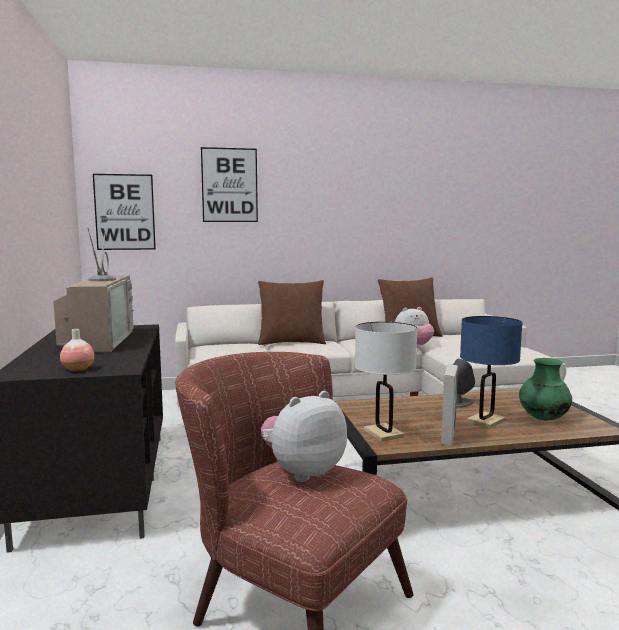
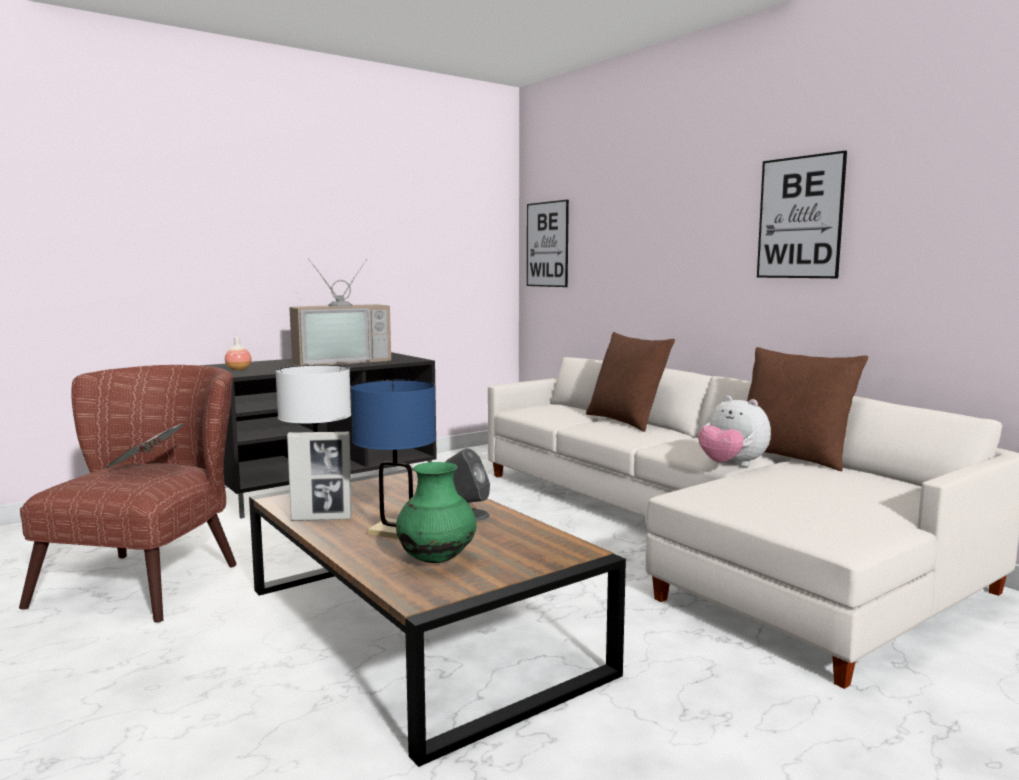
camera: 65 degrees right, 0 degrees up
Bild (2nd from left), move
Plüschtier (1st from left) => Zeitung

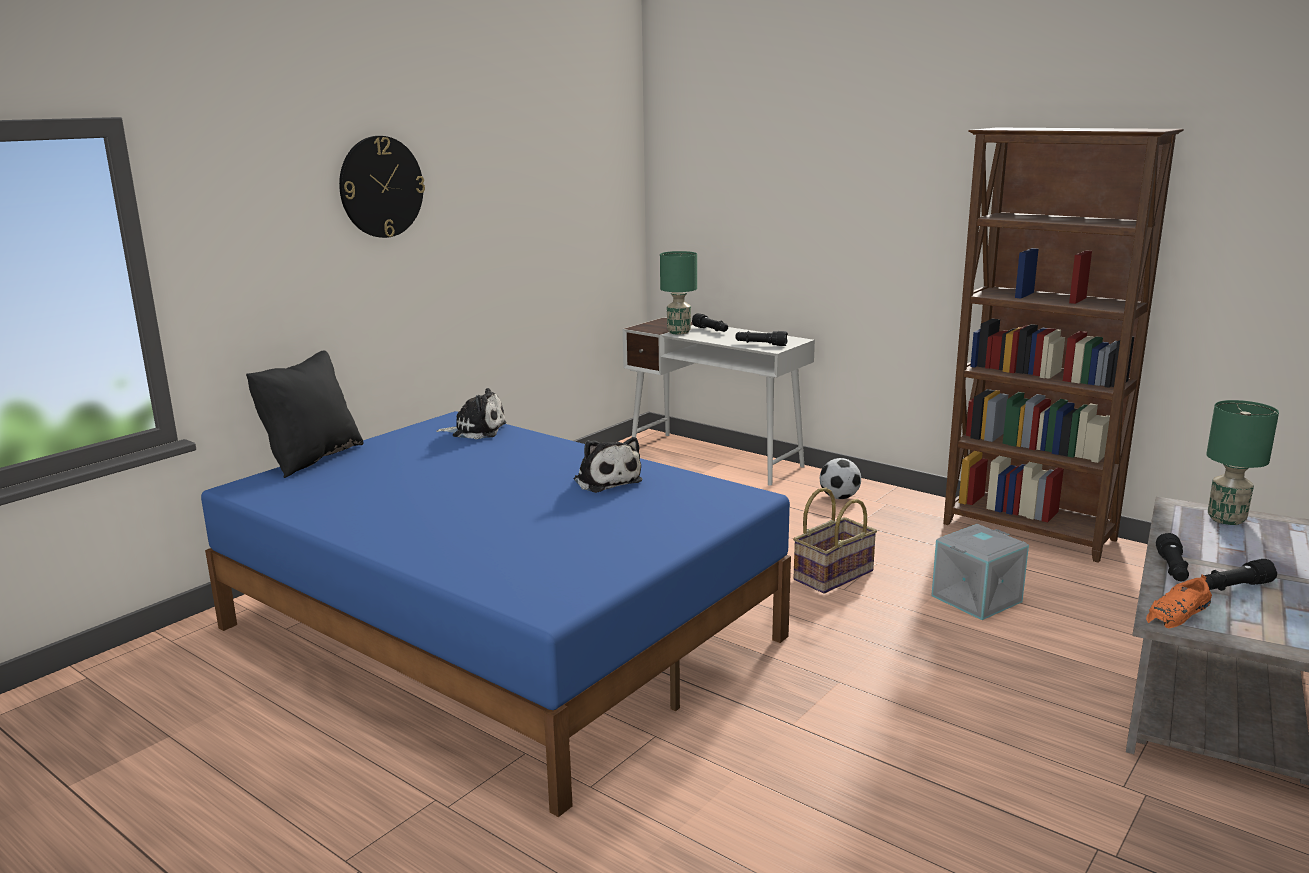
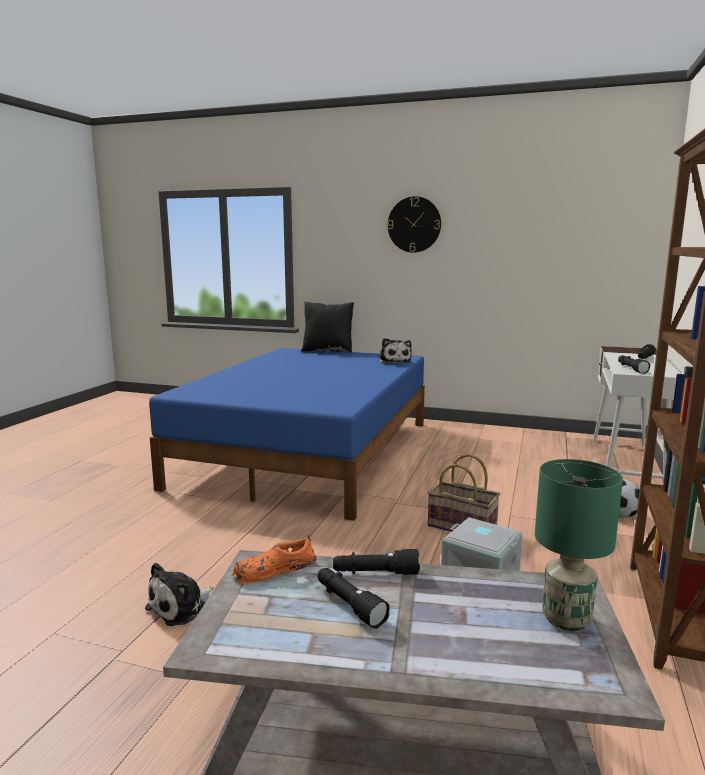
camera: 70 degrees right, 5 degrees down
Plüschtier (2nd from left in the first image) => Plüschtier (1st from left), move
Tischlampe (grün) (1st from left) => nothing
Schuh (orange), 60 degrees counterclockwise

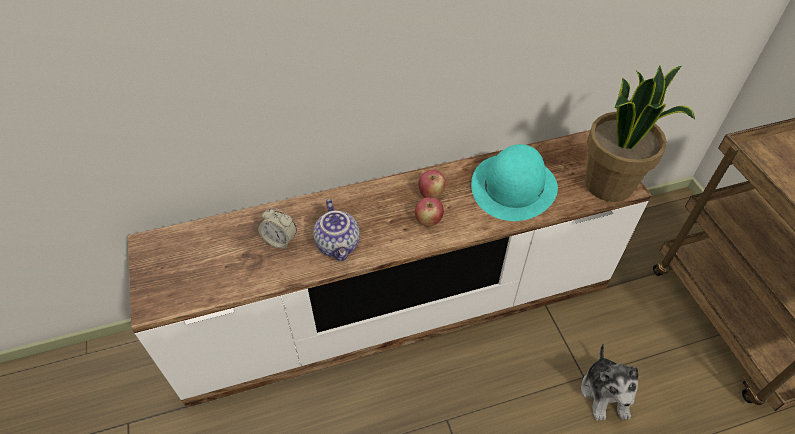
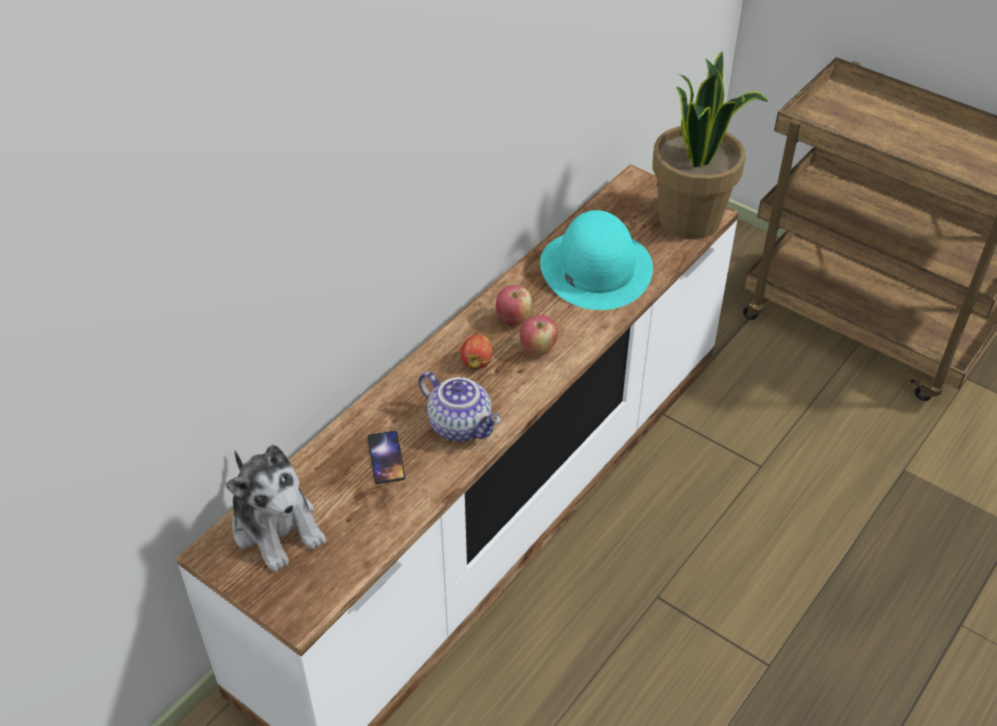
camera: 35 degrees left, 5 degrees down
Wecker => Handy
Plüschtier, move
nothing => Apfel (1st from left)

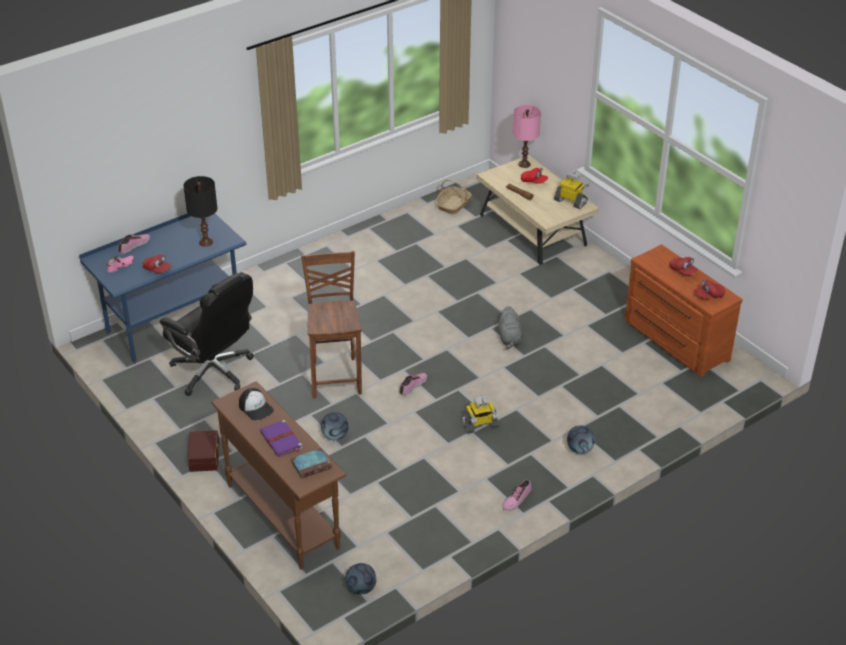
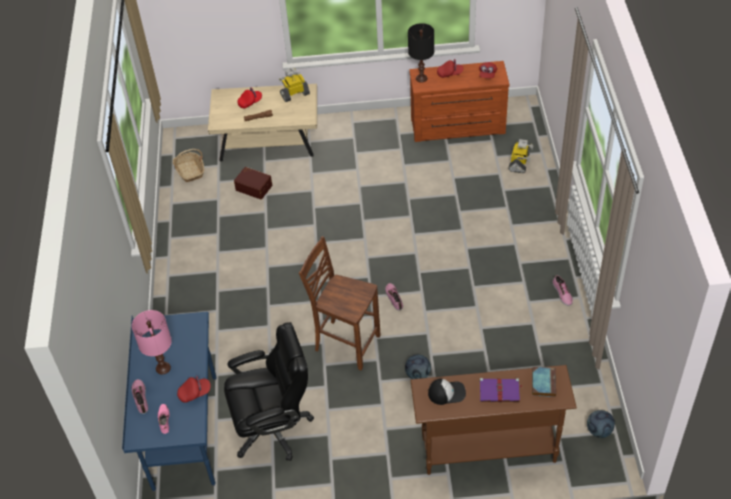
camera: 55 degrees left, 10 degrees up
Tischlampe (schwarz), move
Aufbewahrungsbox (braun), move
Spielzeugroboter (1st from left in the first image) => Spielzeugroboter (2nd from left), move
Plüschtier (grau) => nothing
Tischlampe (rosa), move
Fußball (3rd from left) => nothing

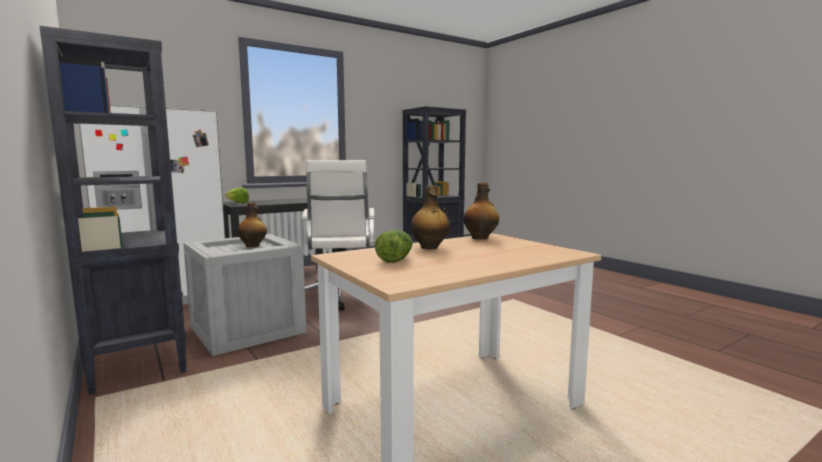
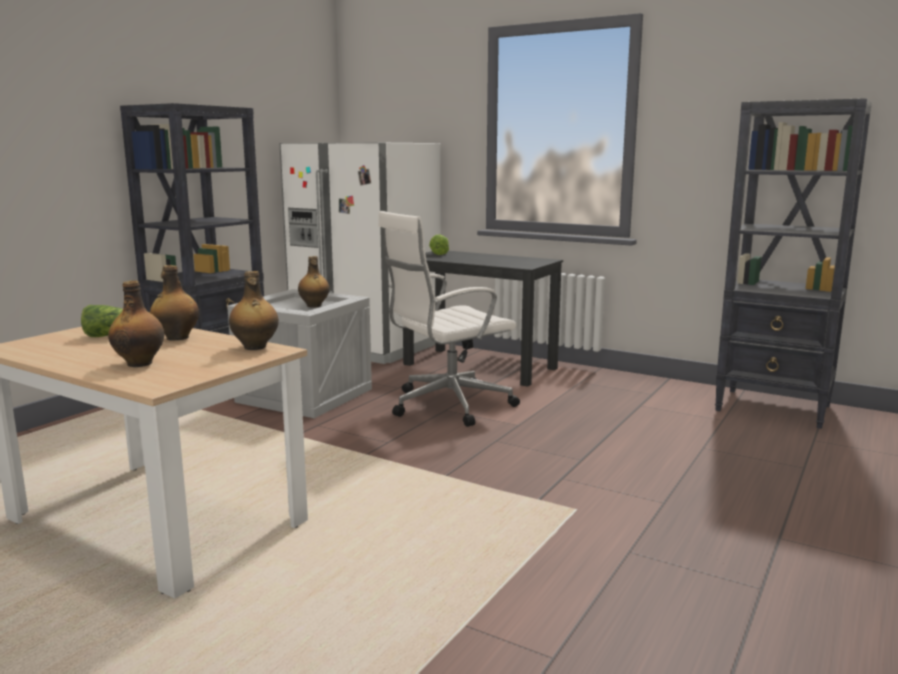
camera: 65 degrees right, 5 degrees up
nothing => Flasche (1st from left)

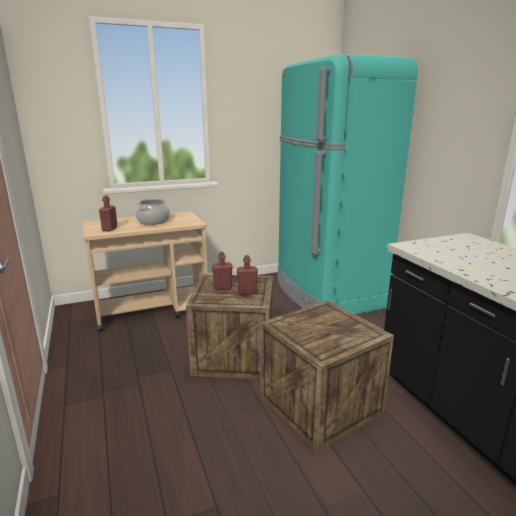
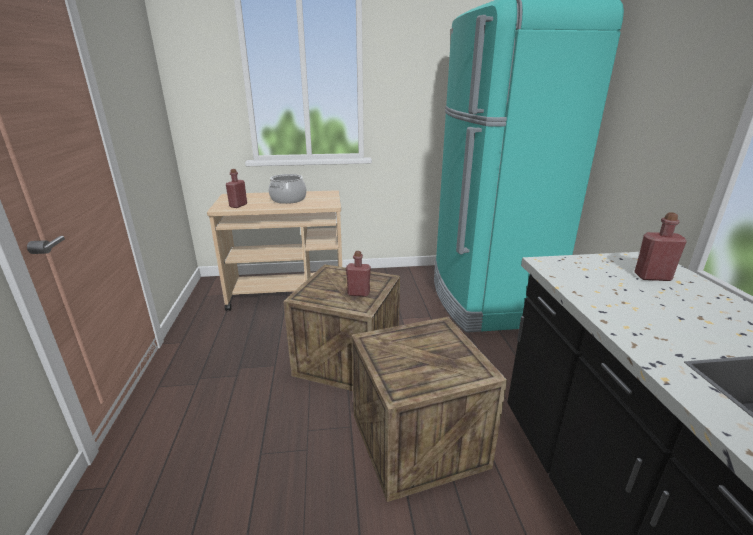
camera: 15 degrees right, 5 degrees up
Flasche (rot) (2nd from left in the first image) => Flasche (rot) (3rd from left), move

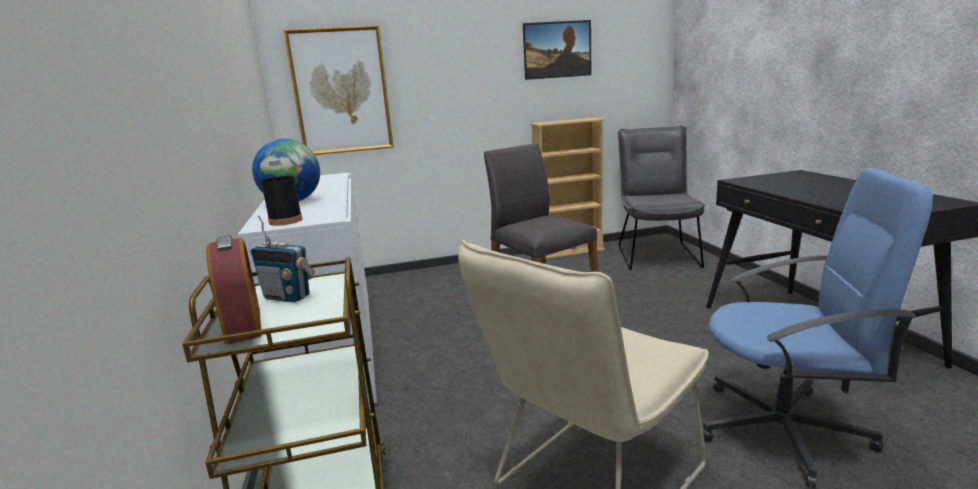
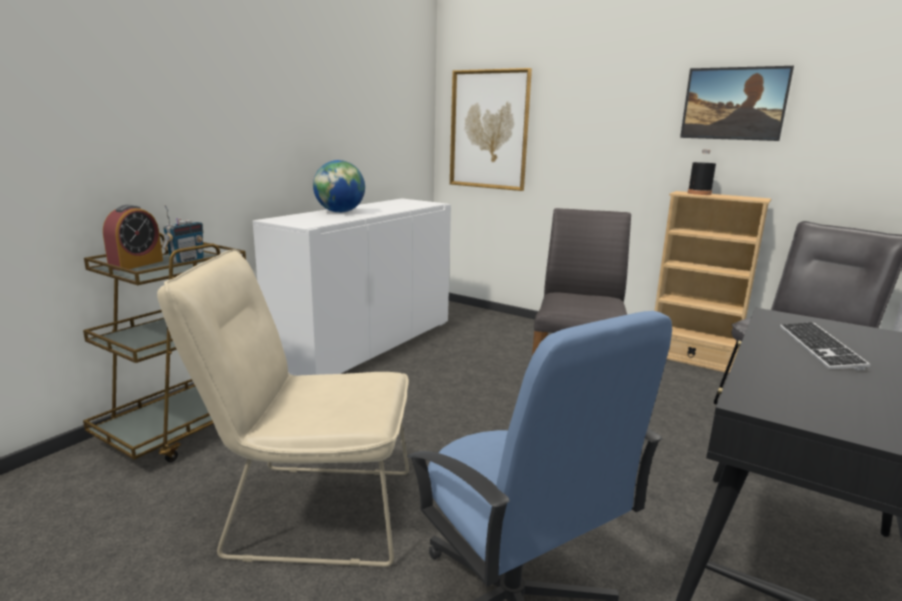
camera: 45 degrees right, 0 degrees up
Radio, 135 degrees counterclockwise
Flasche (schwarz), move
nothing => Tastatur

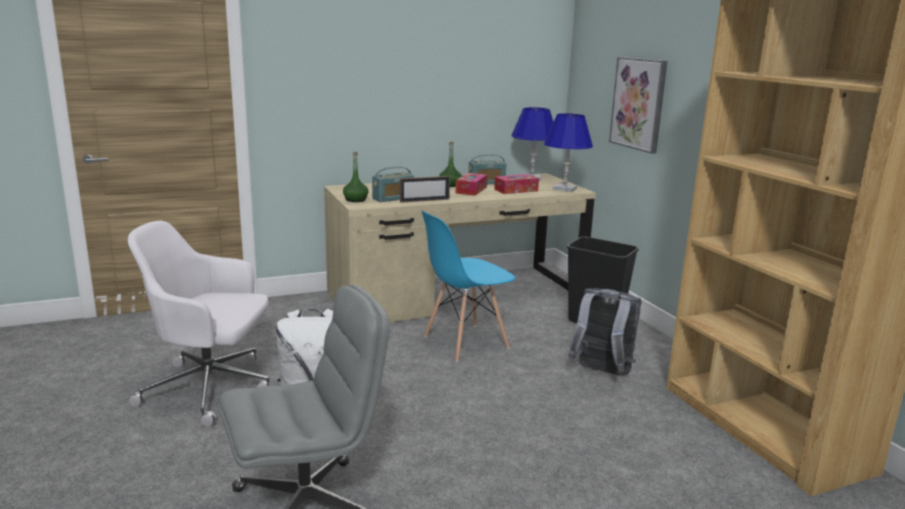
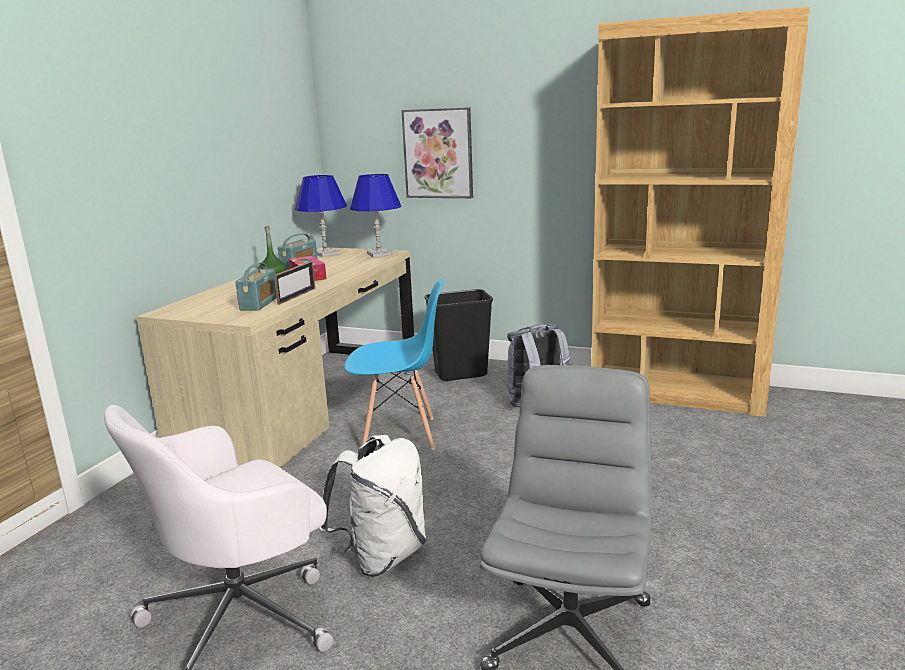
camera: 45 degrees left, 0 degrees up
Flasche (grün) (1st from left) => nothing
Stuhl (blau), 105 degrees counterclockwise
Taschentuchbox (2nd from left) => nothing

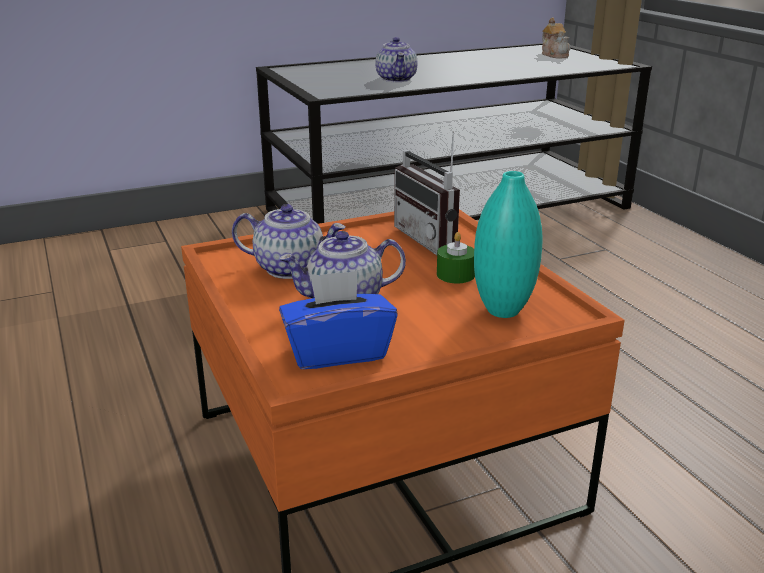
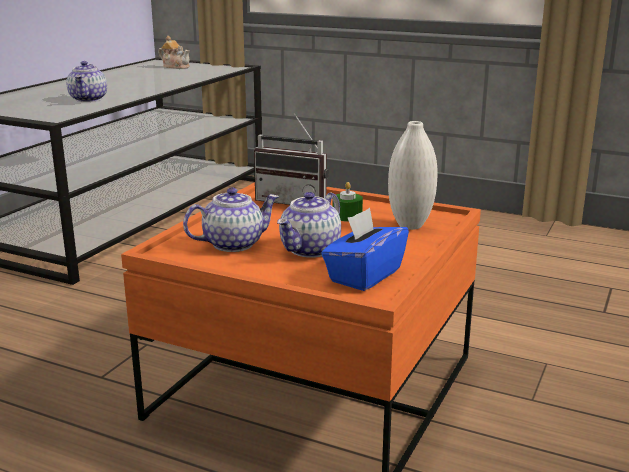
camera: 40 degrees left, 5 degrees down
Teekanne (3rd from left in the first image) => Teekanne (1st from left), 45 degrees clockwise
Vase (türkis) => Vase (weiß)

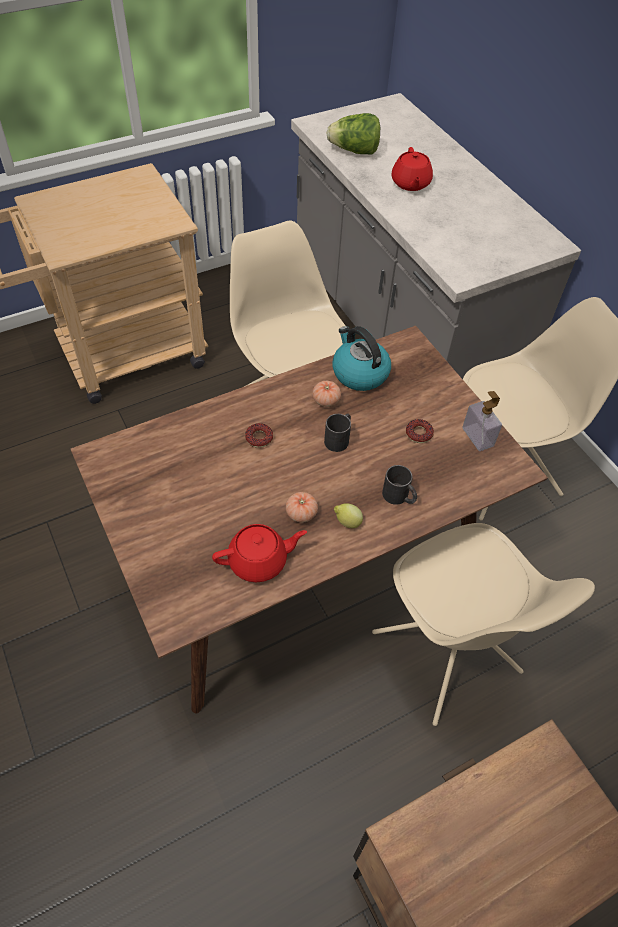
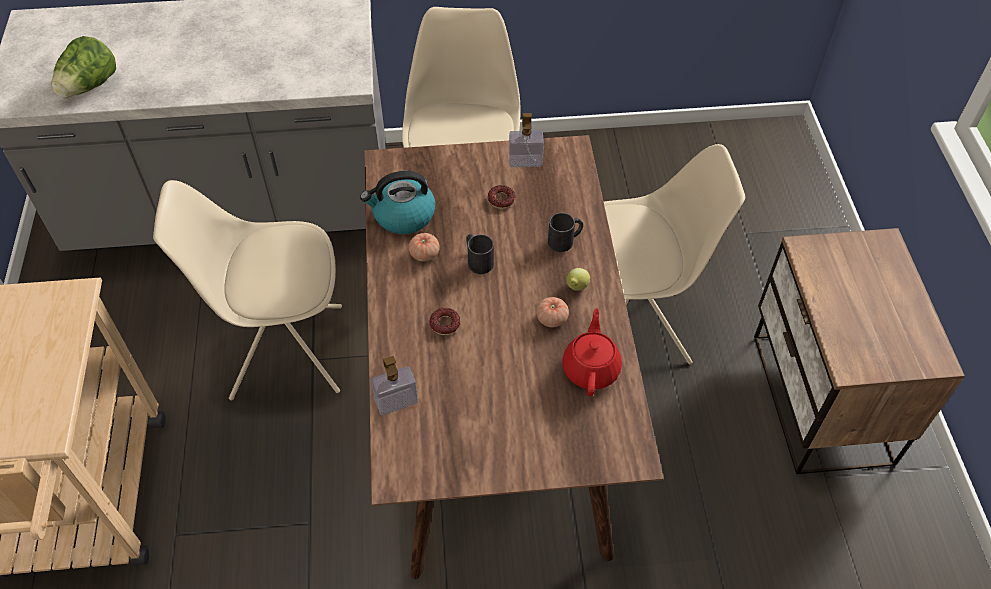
camera: 65 degrees left, 0 degrees up
Teekanne (rot) (2nd from left) => nothing
nothing => Seifenspender (1st from left)

